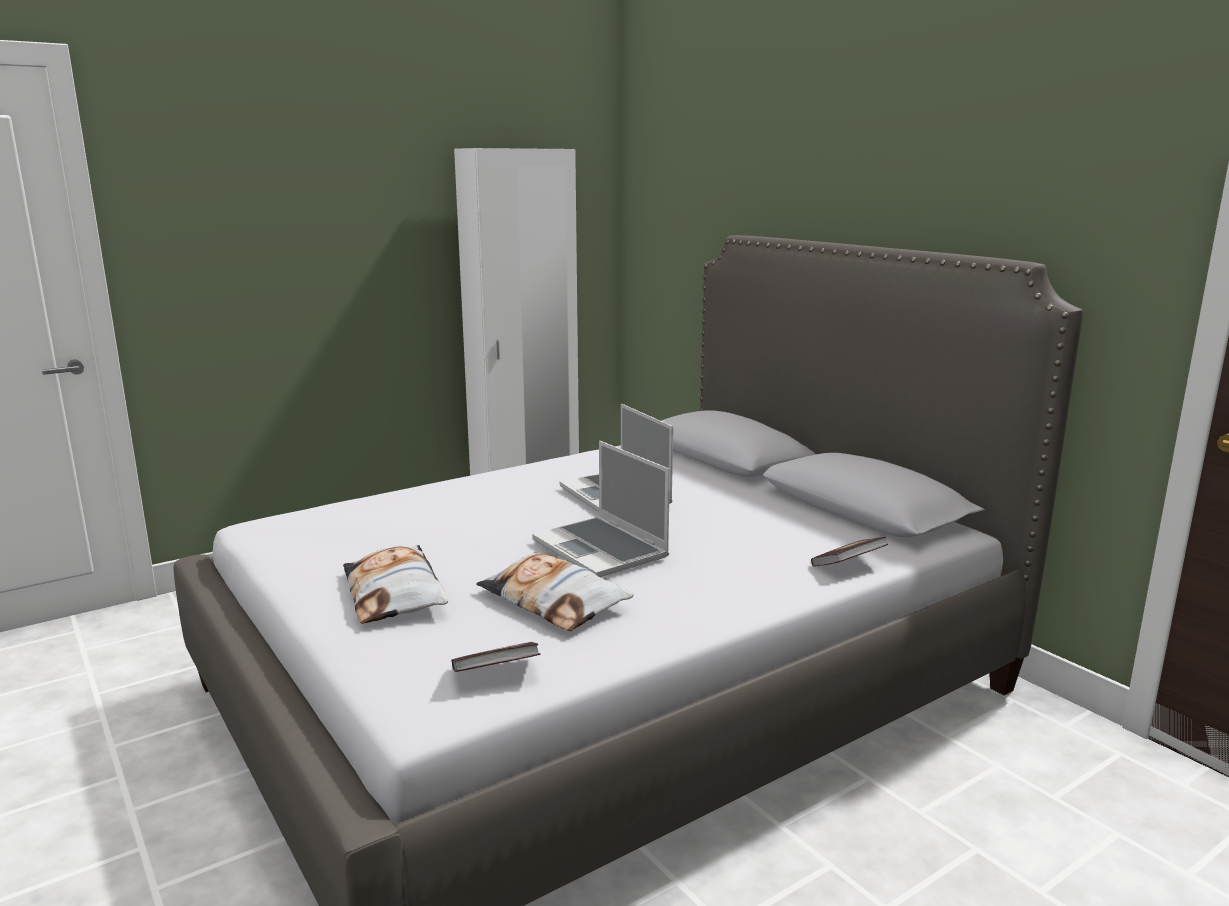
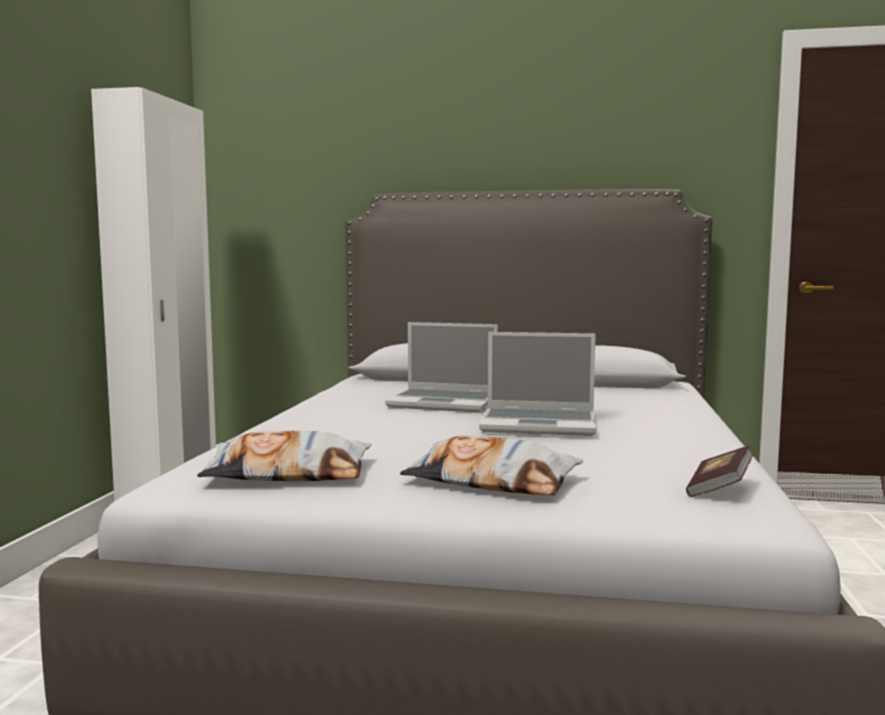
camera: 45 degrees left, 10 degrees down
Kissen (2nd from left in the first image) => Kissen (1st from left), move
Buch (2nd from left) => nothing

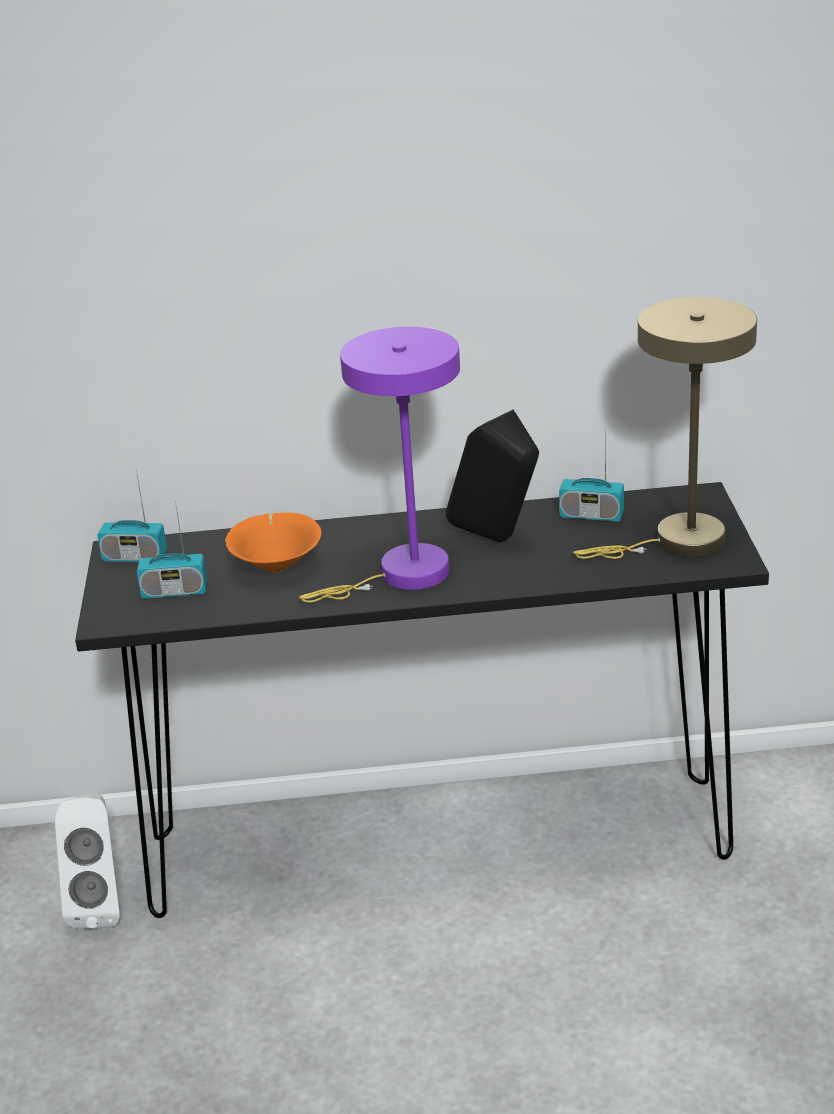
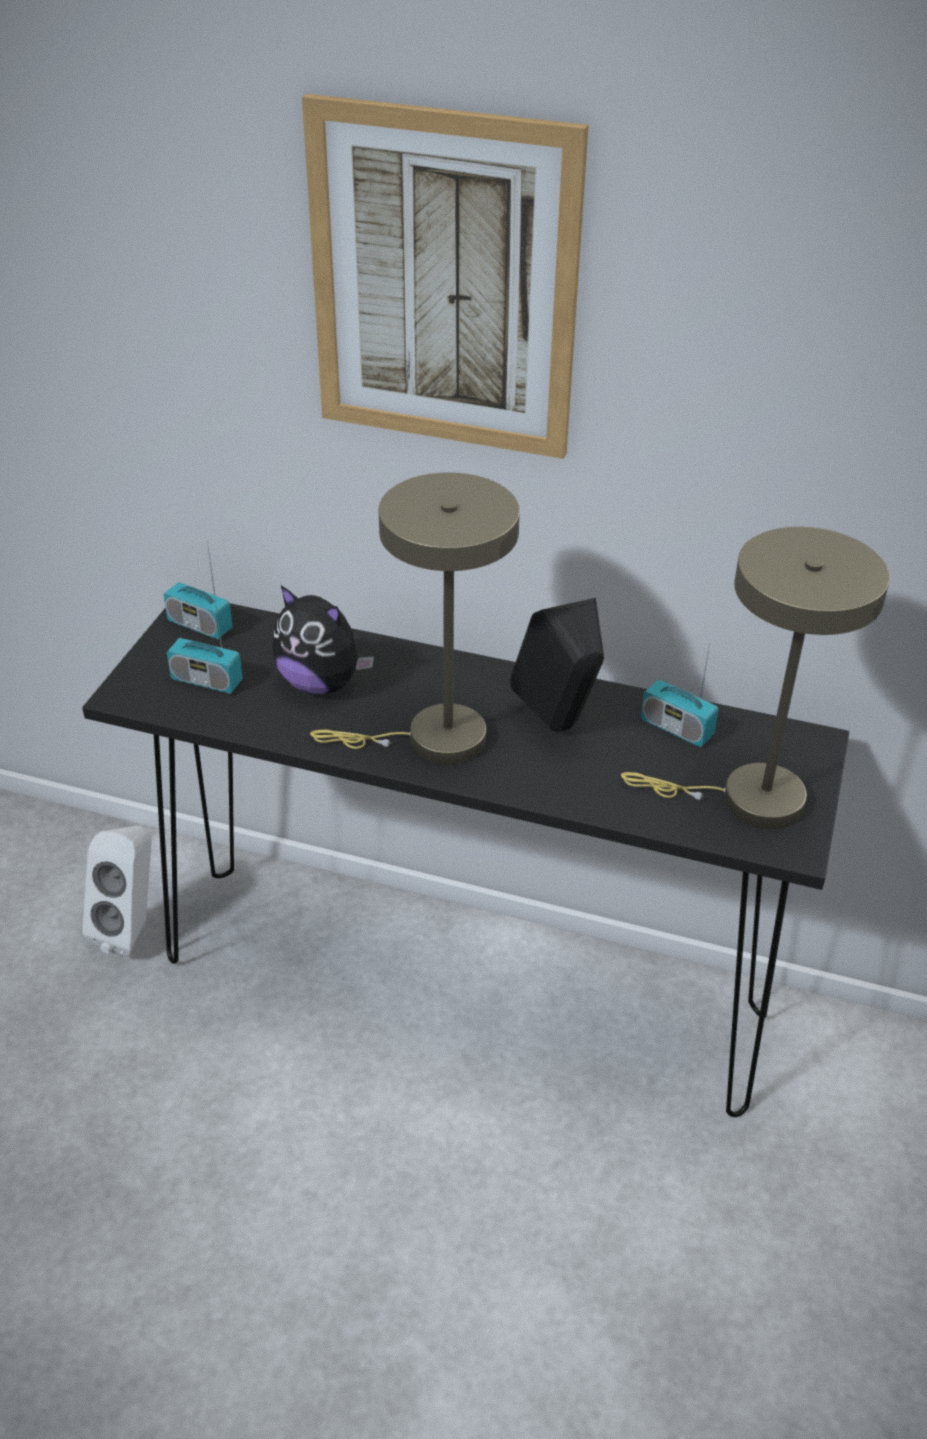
camera: 20 degrees right, 10 degrees up
Schüssel (orange) => Plüschtier
Tischlampe (lila) => Tischlampe (beige) (1st from left)
nothing => Bild

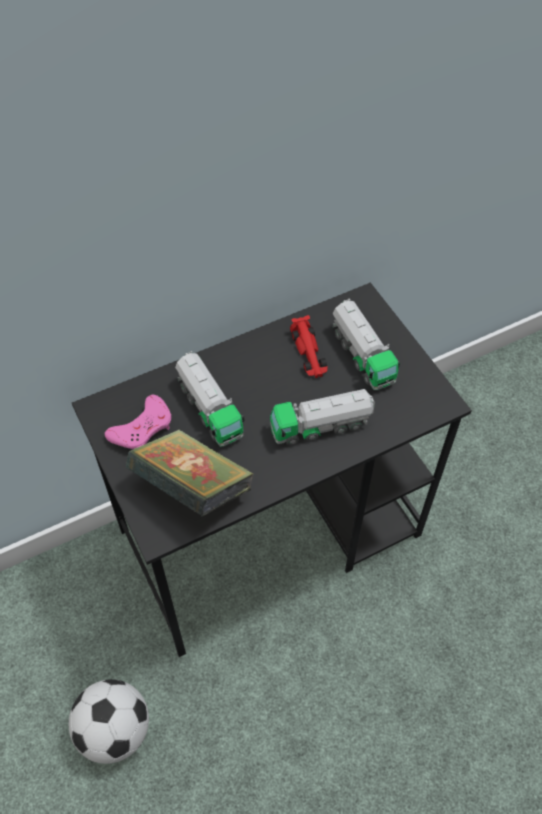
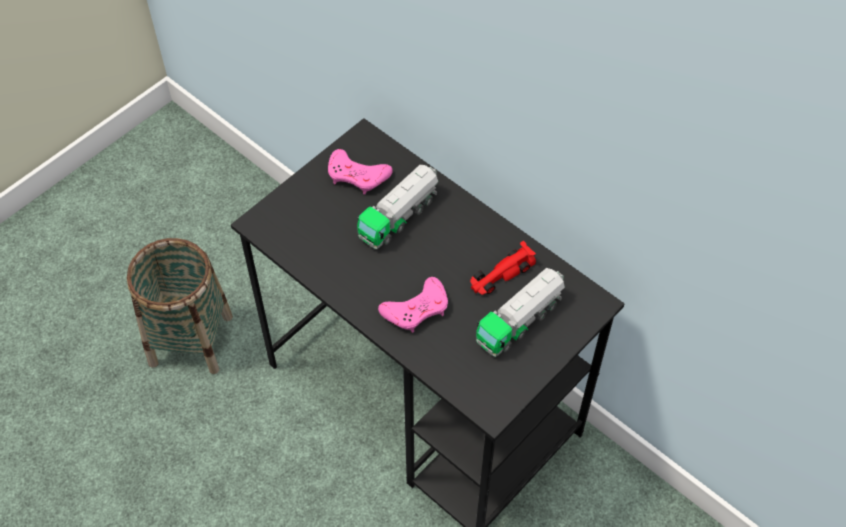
camera: 70 degrees right, 0 degrees up
Fußball => Korb
Buch => nothing
Spielzeuglaster (2nd from left) => Gamepad (rosa) (2nd from left)

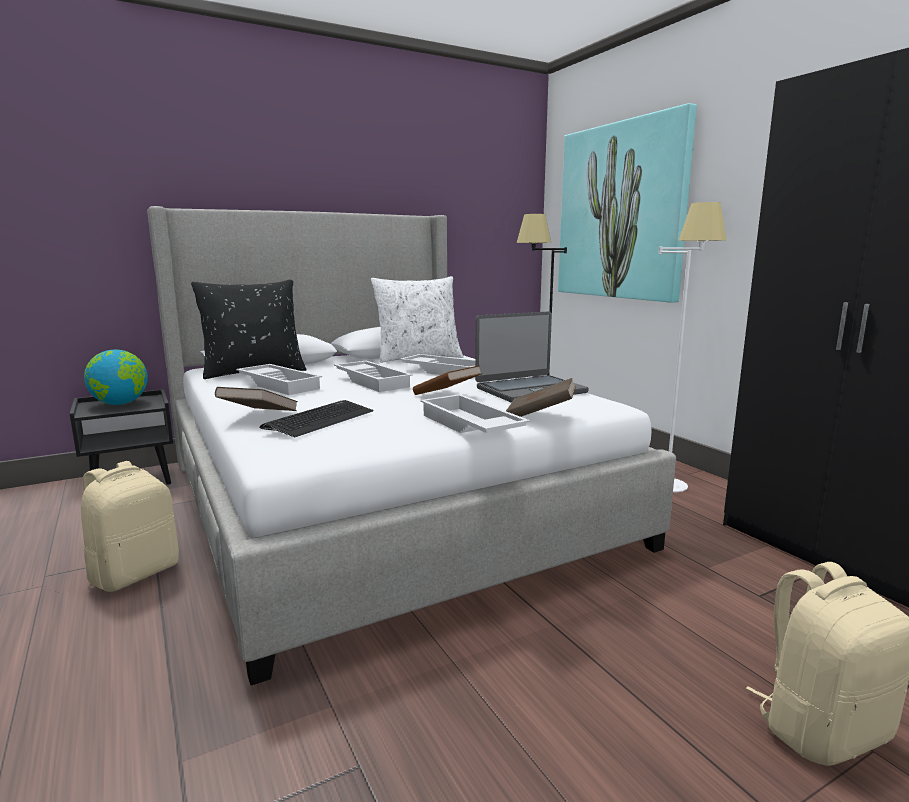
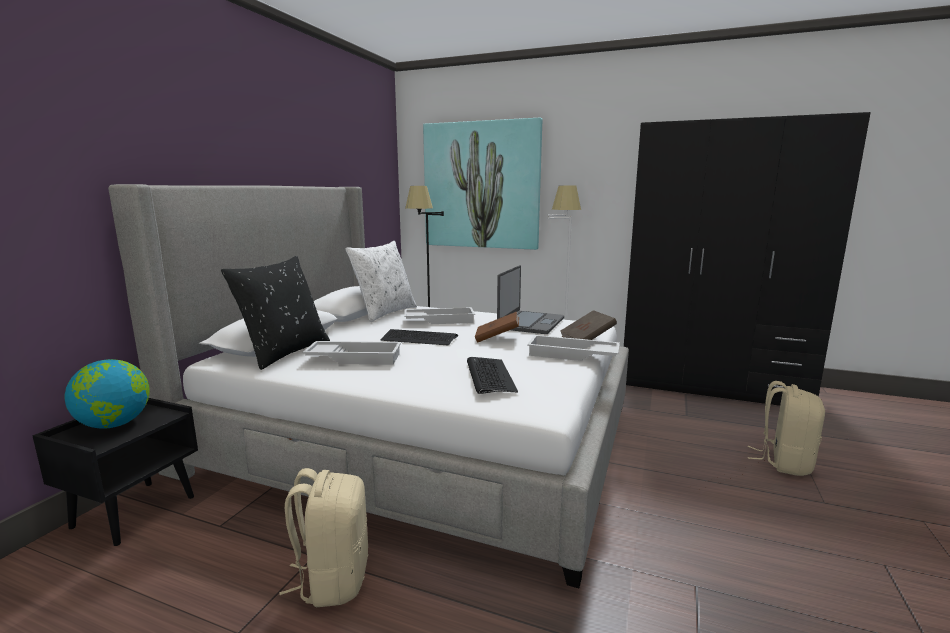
camera: 40 degrees left, 0 degrees up
Buch (braun) (1st from left) => nothing
Tablett (weiß) (2nd from left) => Tastatur (1st from left)

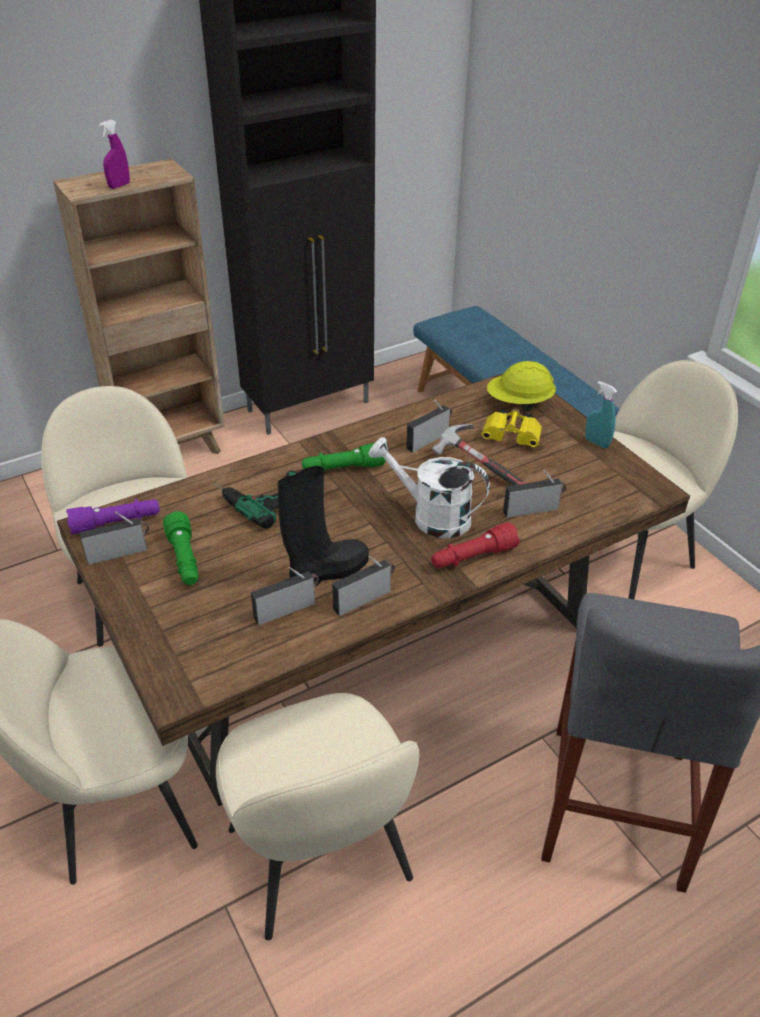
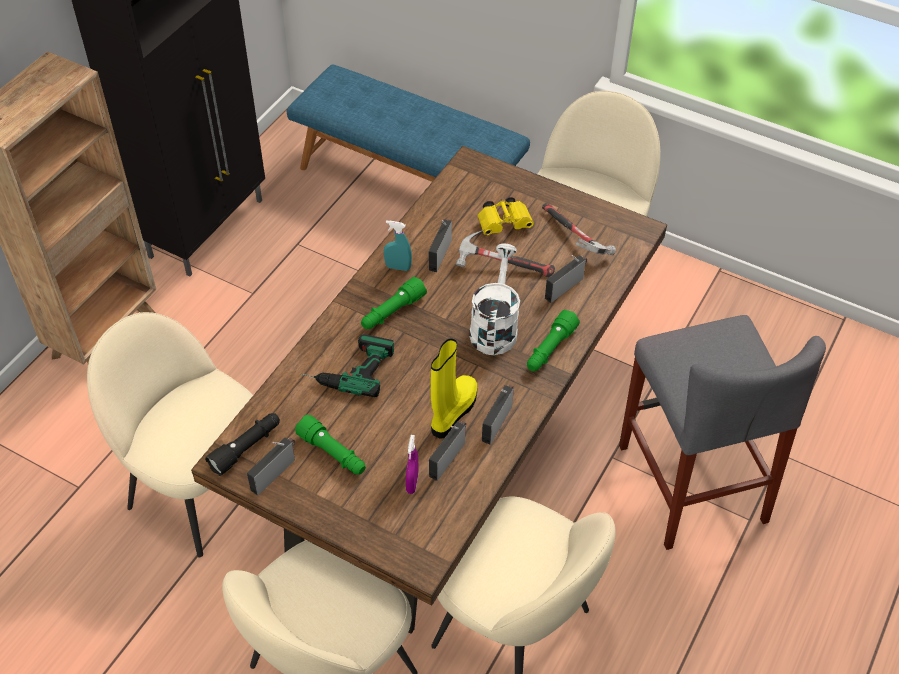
camera: 30 degrees left, 10 degrees up
Taschenlampe (lila) => Taschenlampe (schwarz)
Sprühflasche (lila), move
Stiefel (schwarz) => Stiefel (gelb)
Gießkanne (weiß), 105 degrees clockwise
Taschenlampe (rot) => Taschenlampe (grün) (3rd from left)
Schutzhelm (gelb) => nothing
Sprühflasche (türkis), move
nothing => Hammer (2nd from left)

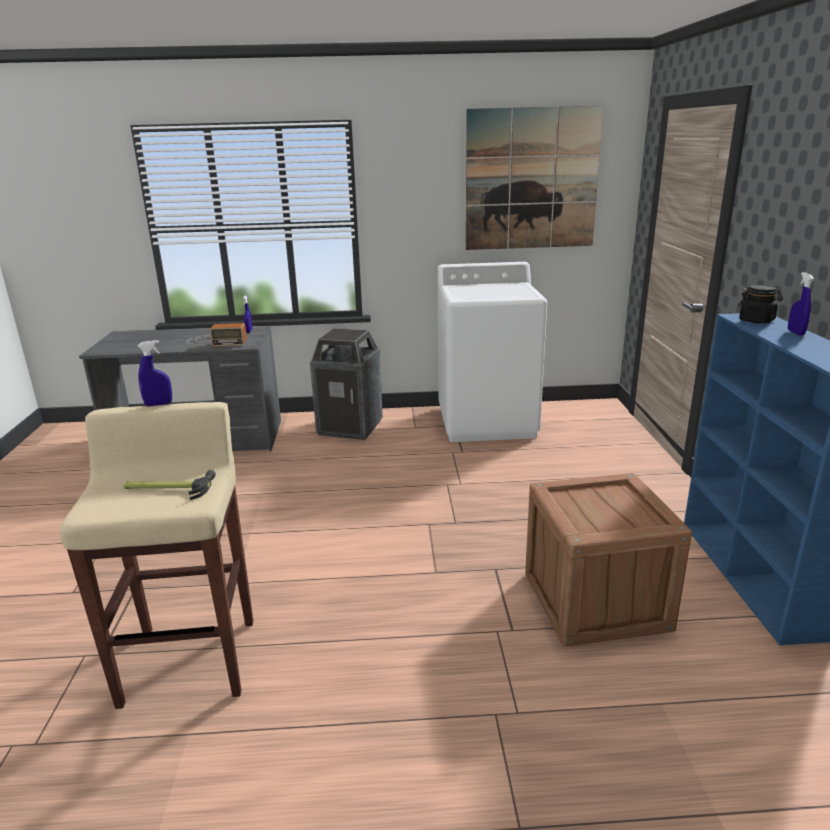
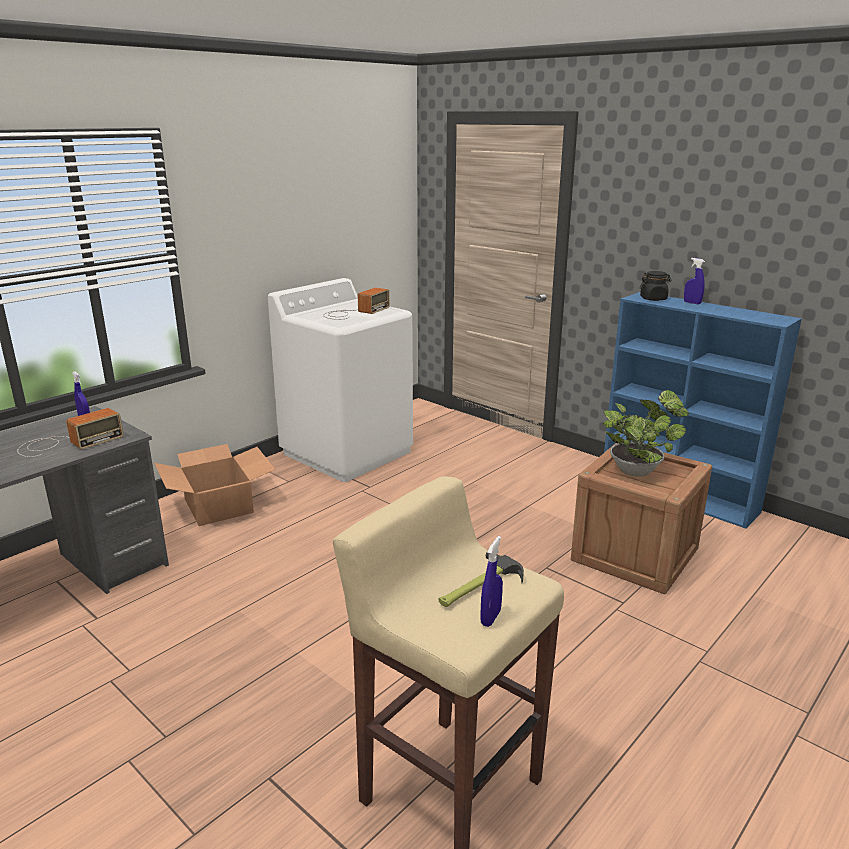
camera: 45 degrees left, 0 degrees up
Sprühflasche (blau) (1st from left in the first image) => Sprühflasche (blau) (2nd from left), move
Mülleimer => Karton
Bild => nothing
nothing => Radio (2nd from left)
nothing => Topfpflanze

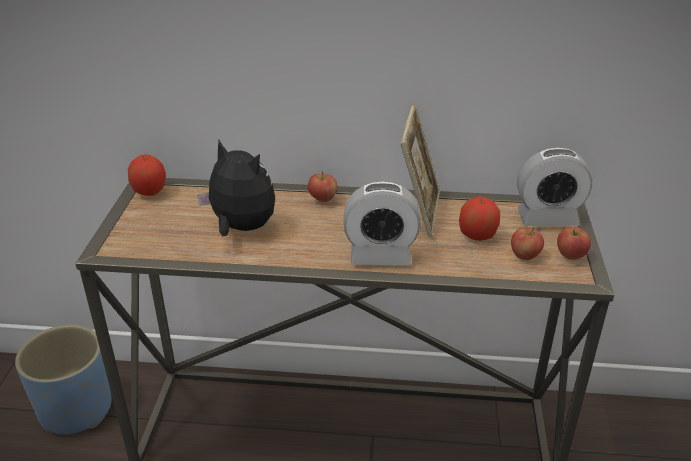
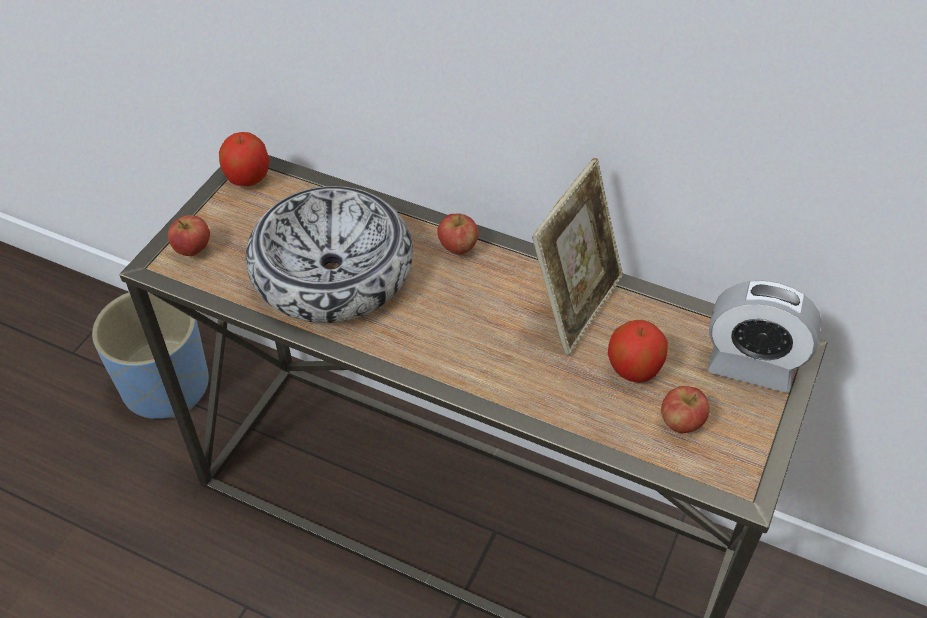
camera: 20 degrees right, 15 degrees up
Plüschtier => Schüssel
Wecker (1st from left) => nothing
Apfel (5th from left in the first image) => Apfel (1st from left), move

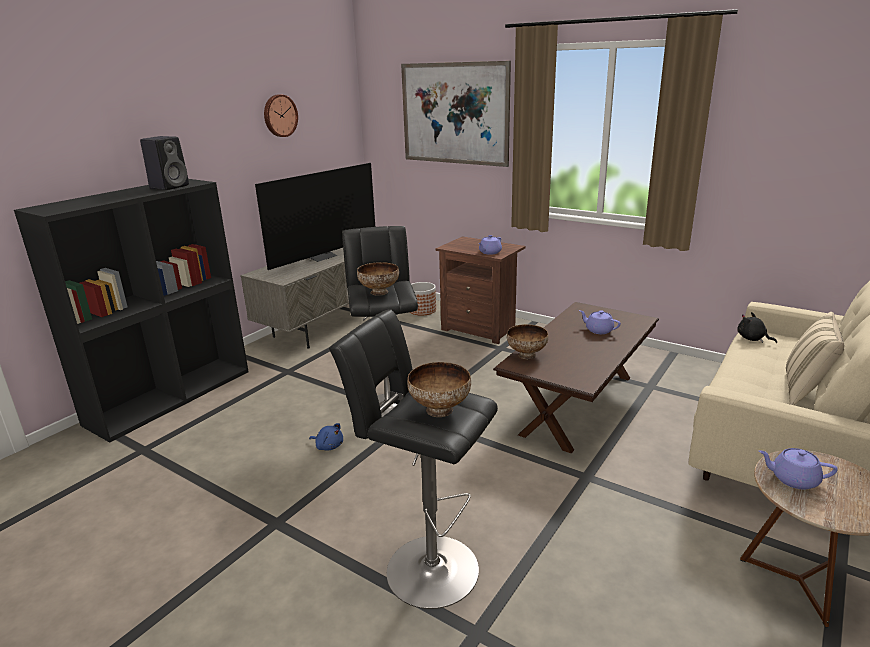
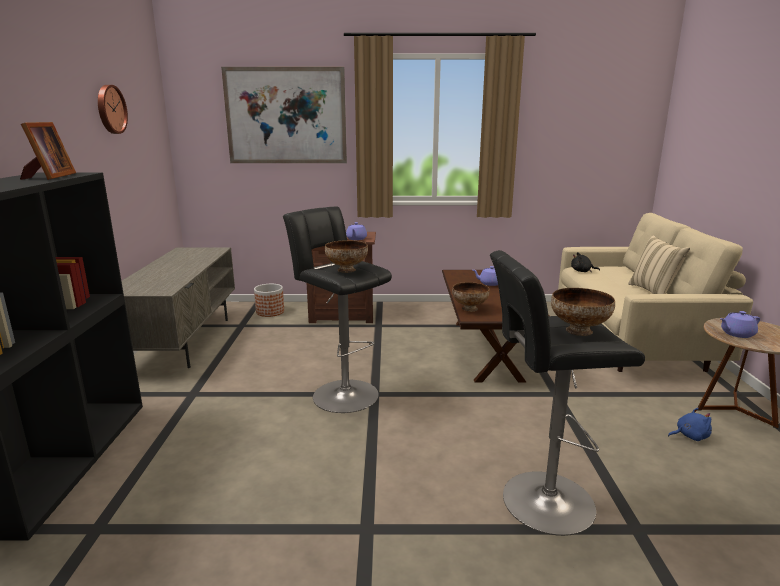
camera: 35 degrees left, 5 degrees down
Lautsprecher (schwarz) => Bilderrahmen
Fernseher => nothing
Plüschtier (blau), move

